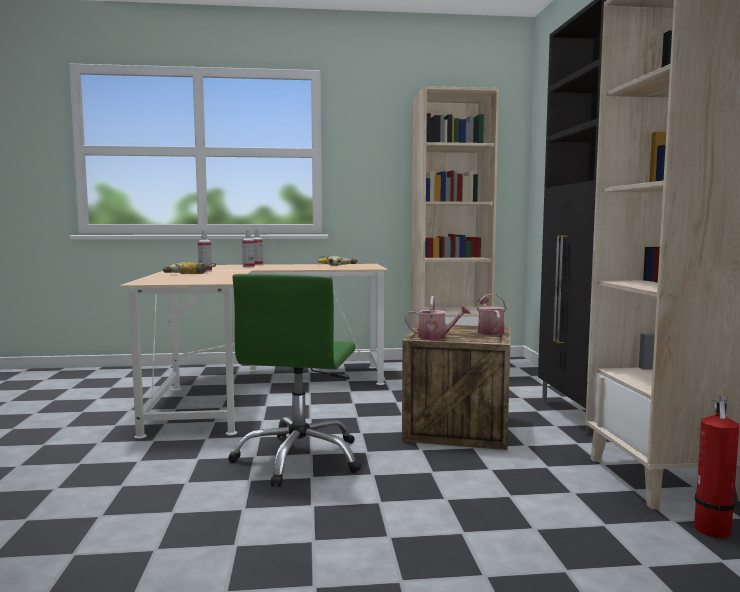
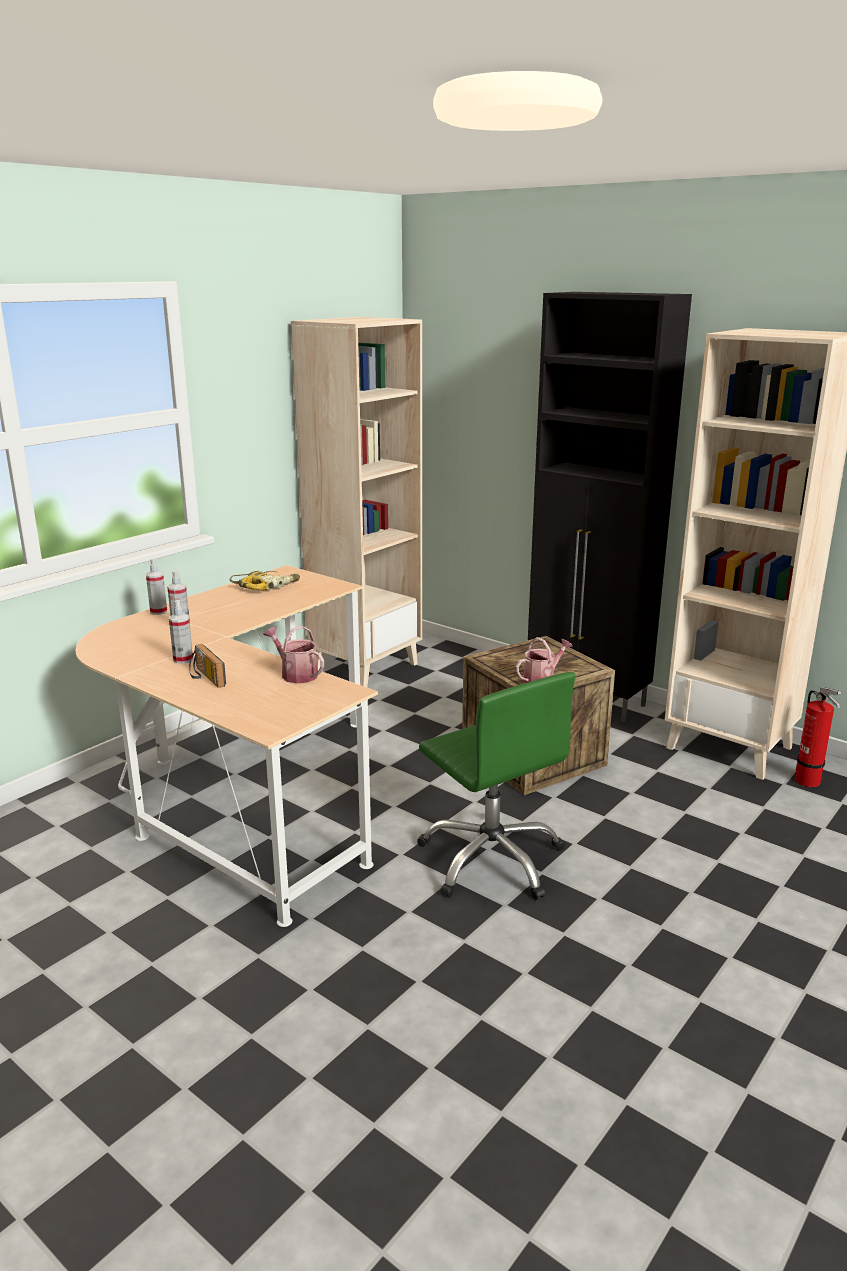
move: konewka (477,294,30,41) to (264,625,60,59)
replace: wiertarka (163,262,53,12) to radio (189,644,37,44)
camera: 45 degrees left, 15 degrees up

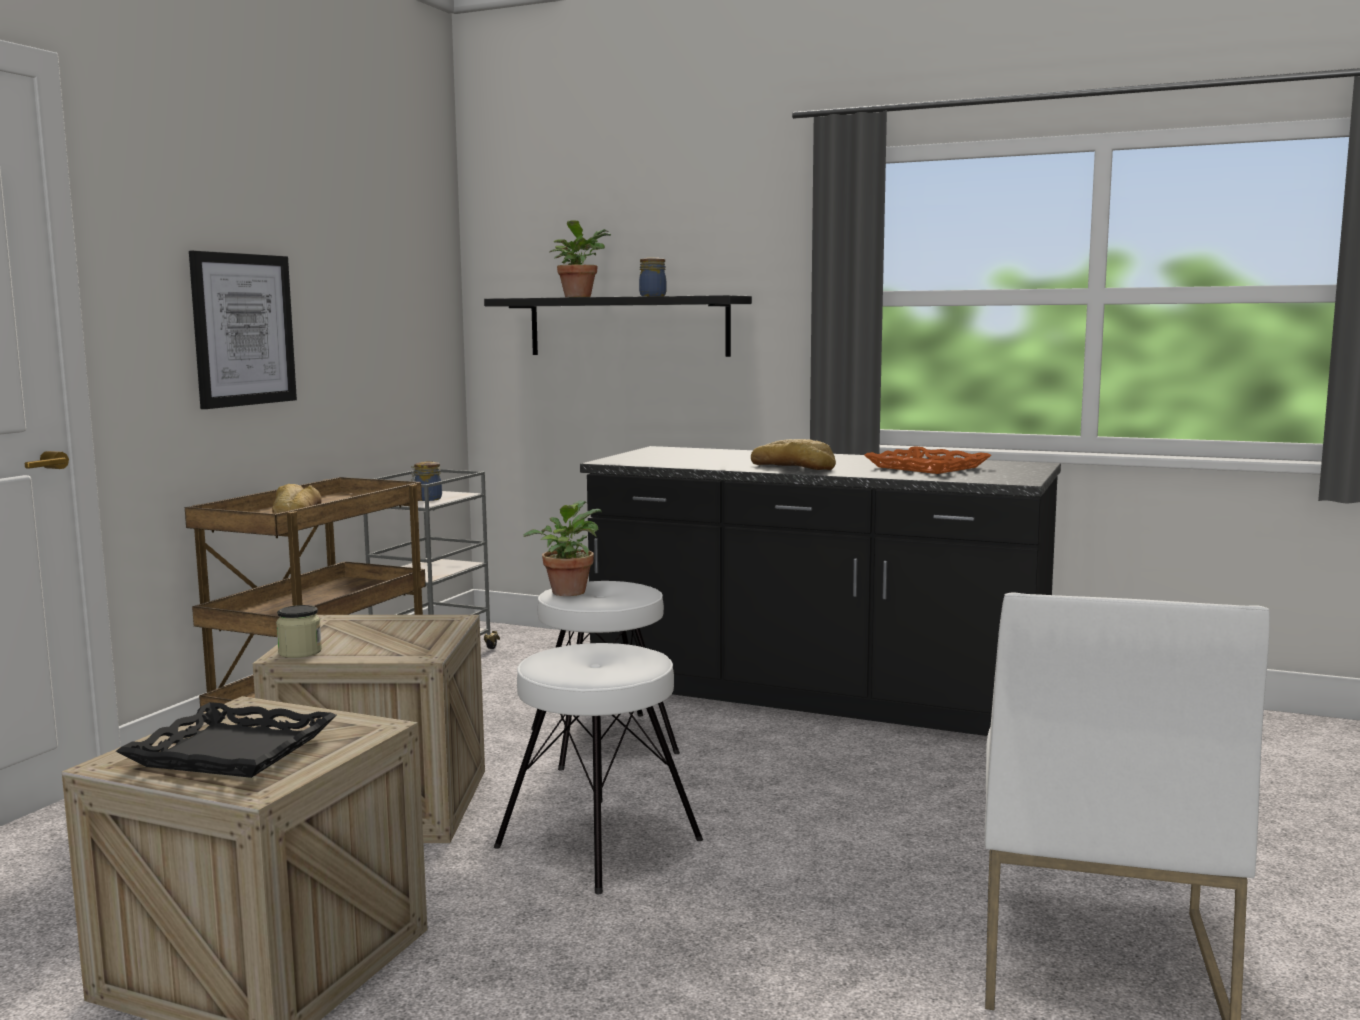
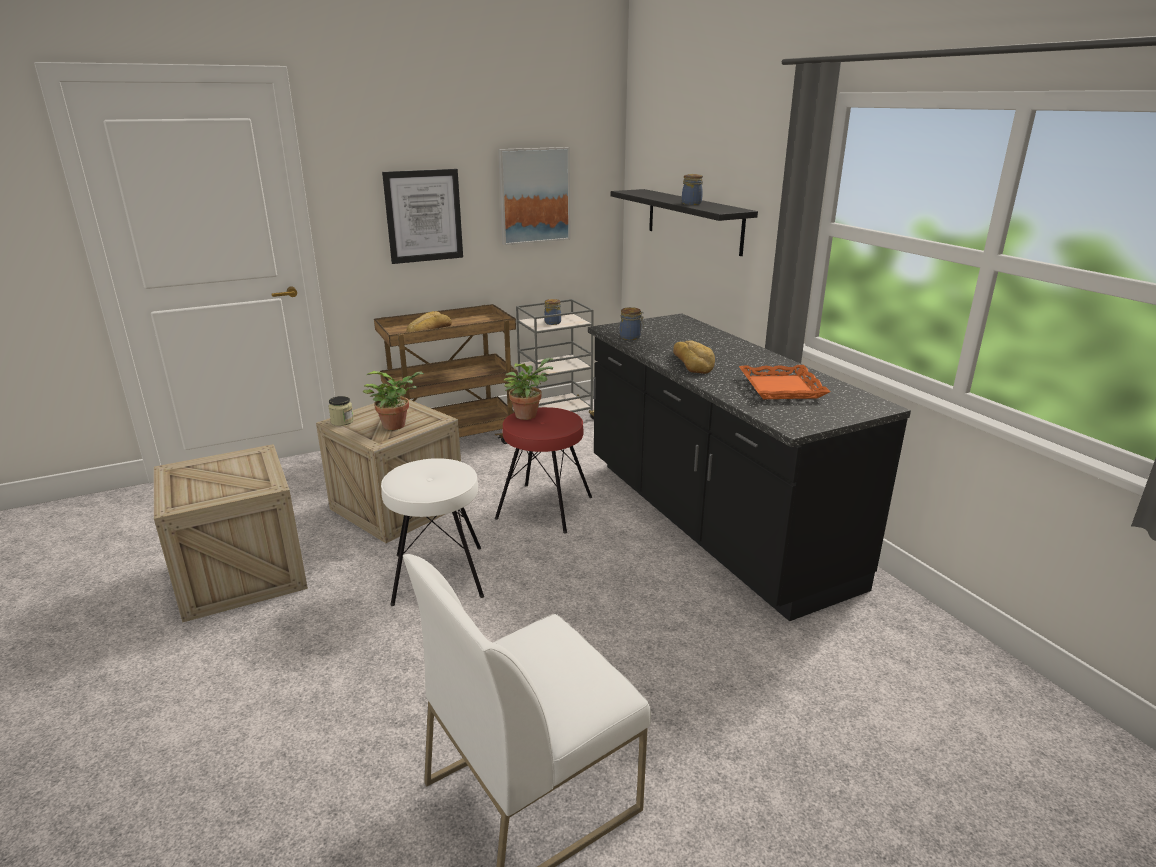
delete: taca/czarny (116,702,221,76)
insert: obraz (498,147,72,98); słoik (620,307,24,33)
move: roślina doniczkowa (549,221,62,76) to (363,371,61,59)
recolor: stołek/biały (531,581,149,190) to stołek/czerwony (495,407,97,127)
camera: 40 degrees right, 15 degrees up

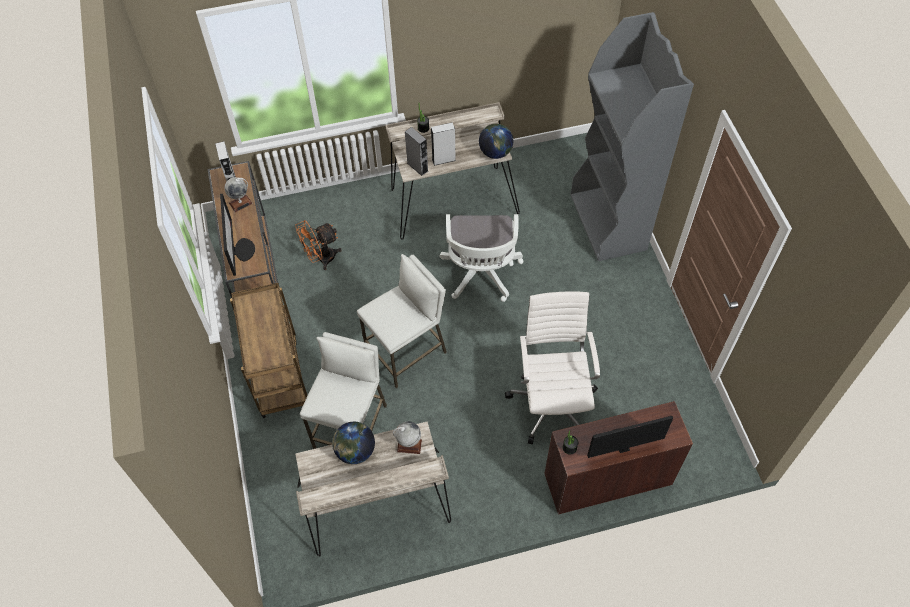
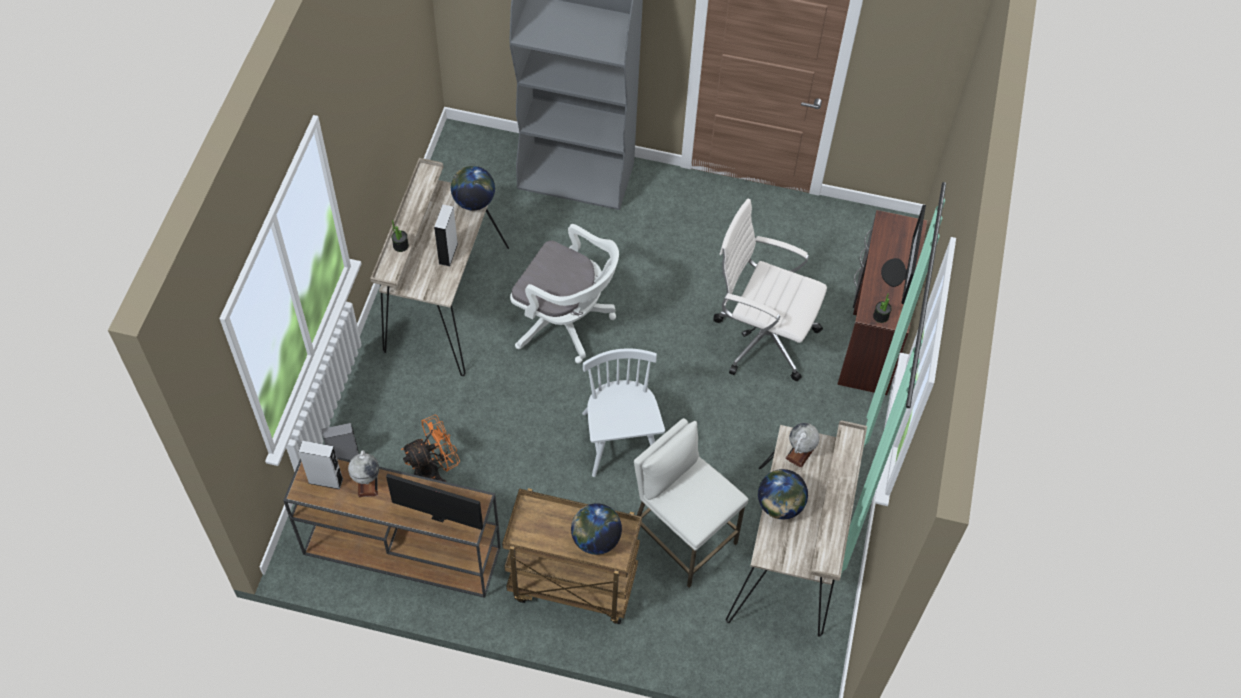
insert: globus (571,503,51,52)
move: głośnik/szary (405,127,23,49) to (322,423,37,37)
replace: stołek/biały (357,254,90,134) to krzesło/biały (582,348,83,129)
rotate: wentylator/pomarańczowy (295,220,47,50) = (401,415,59,67) 120 degrees counterclockwise
camera: 65 degrees left, 0 degrees up

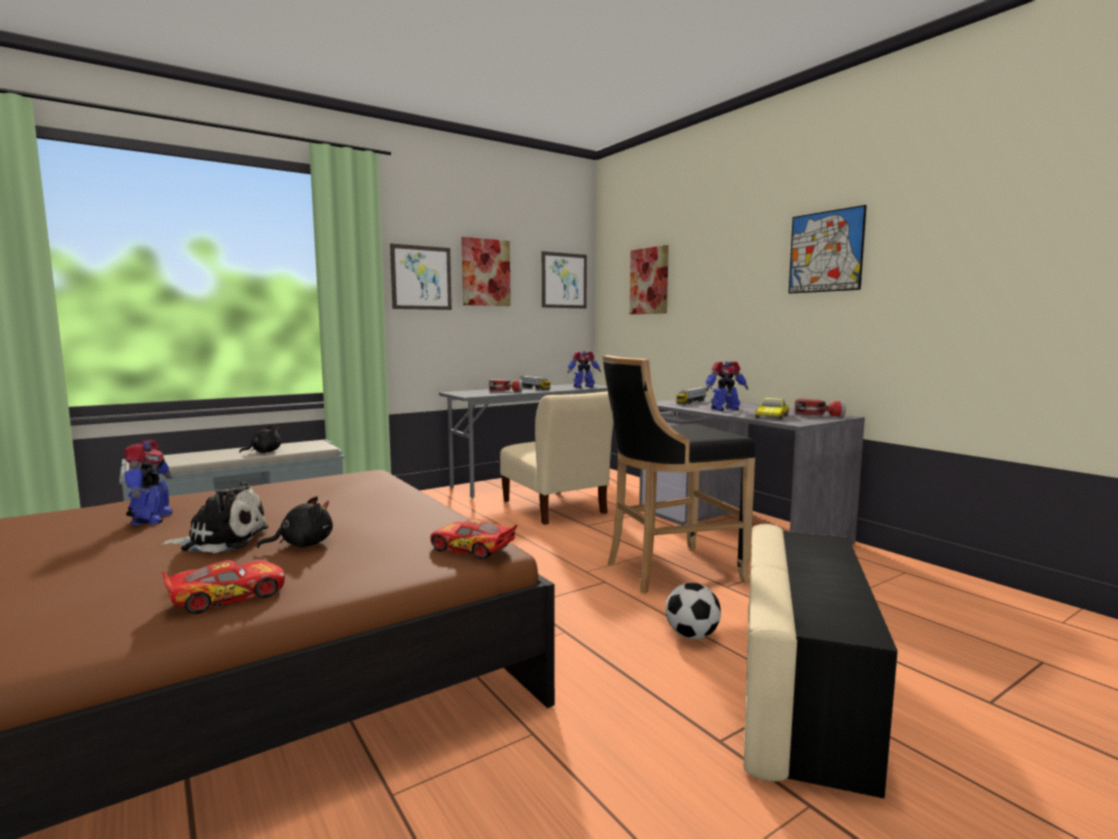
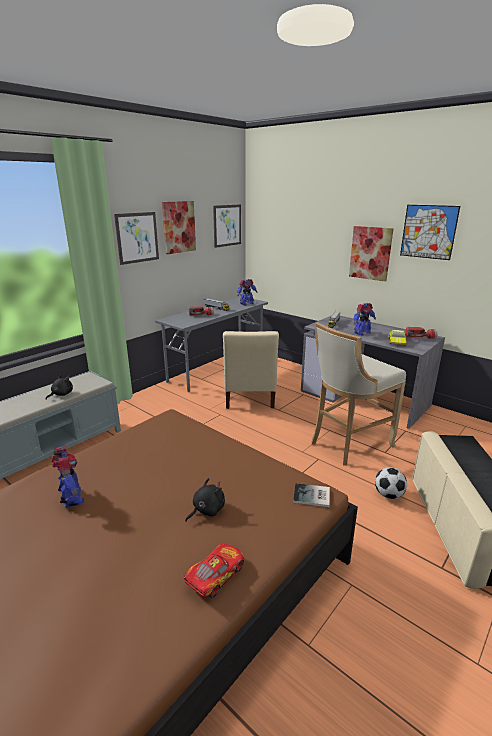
delete: pluszak (161,482,108,71)
move: obraz (630,245,39,69) to (349,226,45,55)
replace: samochodzik (430,519,87,41) to książka (293,483,37,24)
recolor: stołek/czarny (602,355,153,239) to stołek/beżowy (311,322,95,144)
rotate: krzesło/beżowy (500,391,114,134) = (223,331,56,78) 45 degrees clockwise
camera: 15 degrees left, 15 degrees up

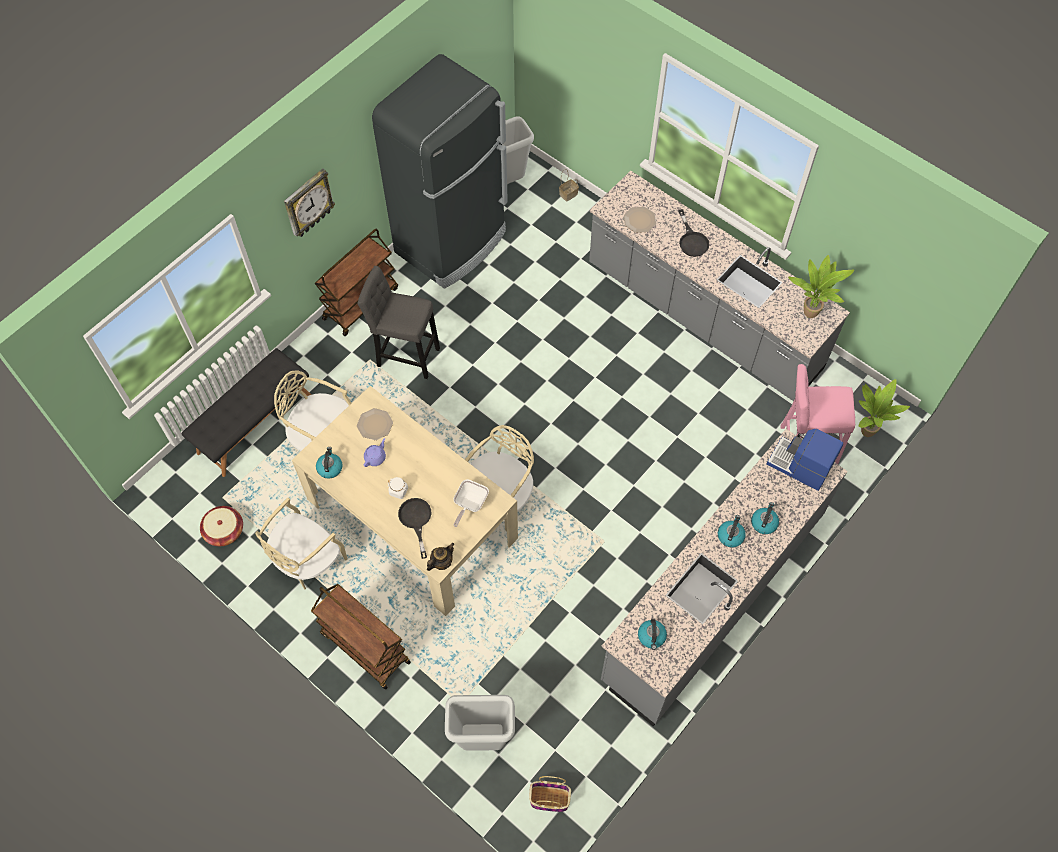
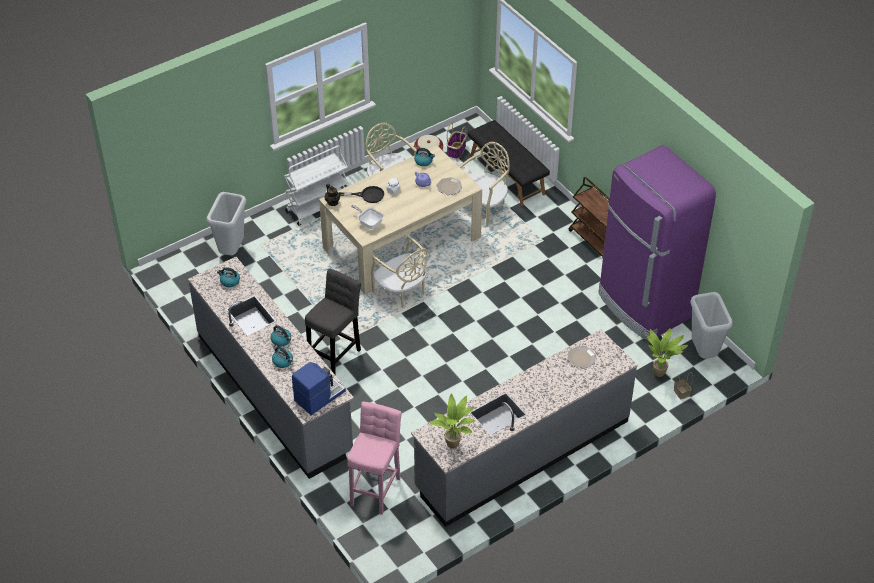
delete: zegar ścienny (284,168,51,69); patelnia/czarny (678,209,31,48)
move: stołek/szary (357,266,83,113) to (305,269,56,106); koszyk (529,776,42,36) to (447,123,20,36); roślina doniczkowa (859,379,51,58) to (646,328,42,49)
recolor: wózek/brązowy (311,584,100,106) to wózek/biały (284,145,65,80); lodówka/czarny (372,54,136,235) to lodówka/fioletowy (598,145,118,196)
camera: 105 degrees right, 15 degrees down

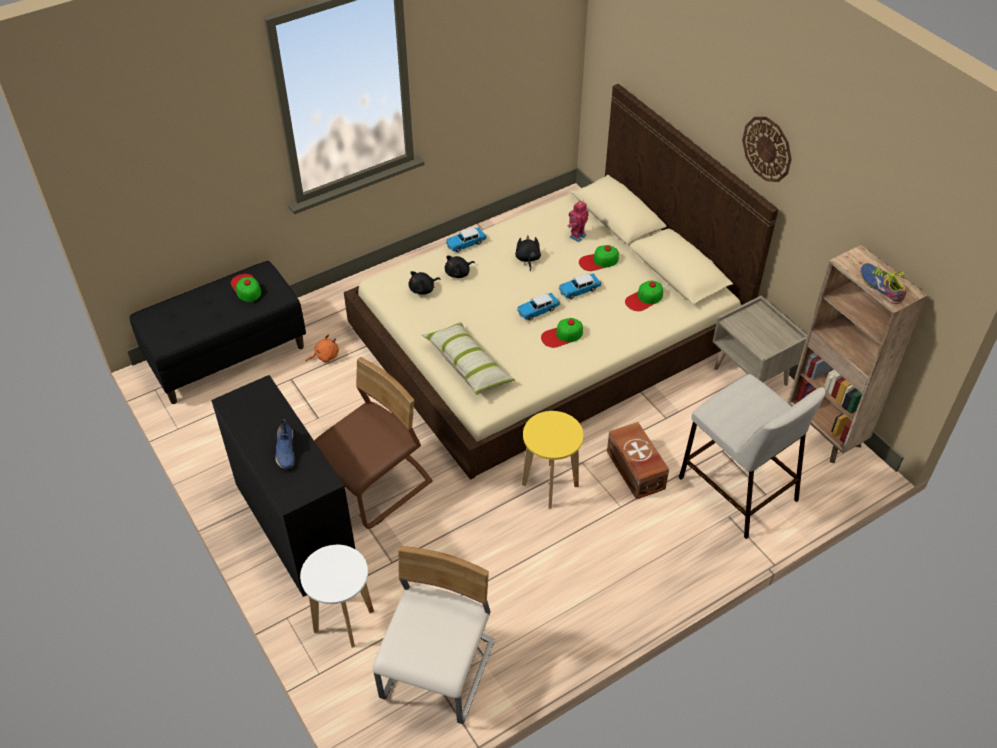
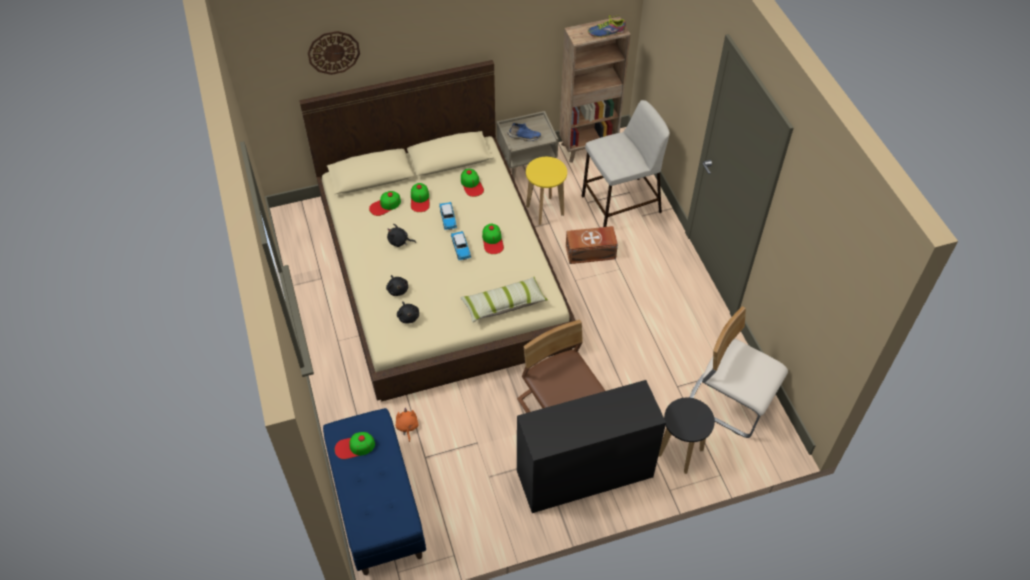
delete: samochodzik (446,227,41,25)
move: zegar ścienny (742,117,50,65) to (307,31,53,44); but/niebieski (275,419,20,50) to (508,123,33,18); stołek/żółty (522,411,62,97) to (526,157,41,68)
replace: robot zabawkowy (567,200,22,42) to czapka z daszkiem (369,191,32,25)
recolor: ławka/czarny (130,261,176,143) to ławka/niebieski (323,408,103,167); stołek/biały (300,545,74,103) to stołek/czarny (658,398,57,76)
camera: 75 degrees left, 5 degrees up

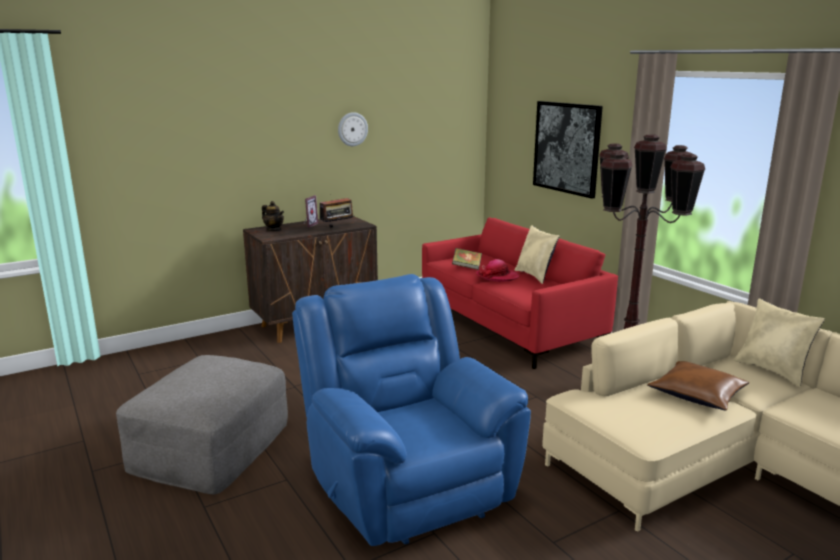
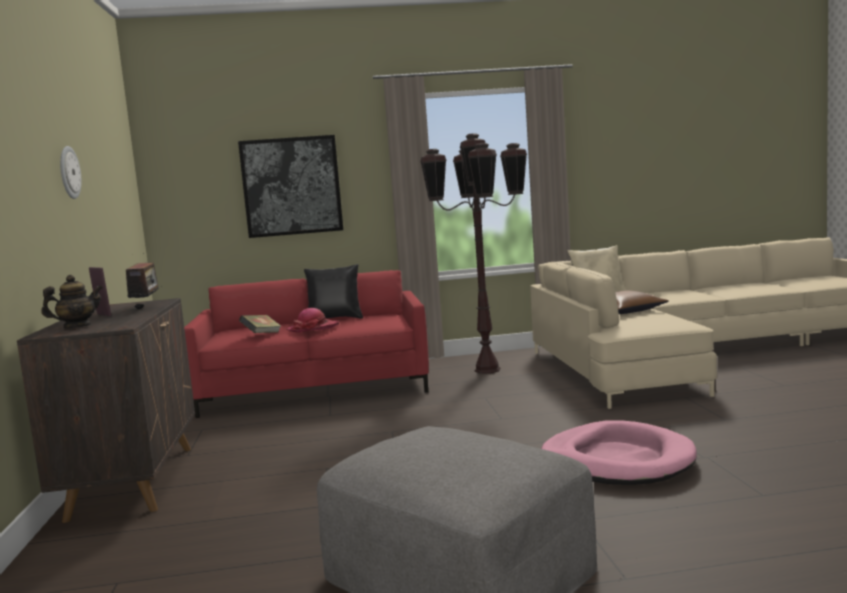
replace: fotel/niebieski (292,274,239,272) to legowisko/różowy (541,420,156,65)
recolor: poduszka/beżowy (515,225,45,59) to poduszka/czarny (304,264,59,55)
camera: 65 degrees left, 10 degrees down

